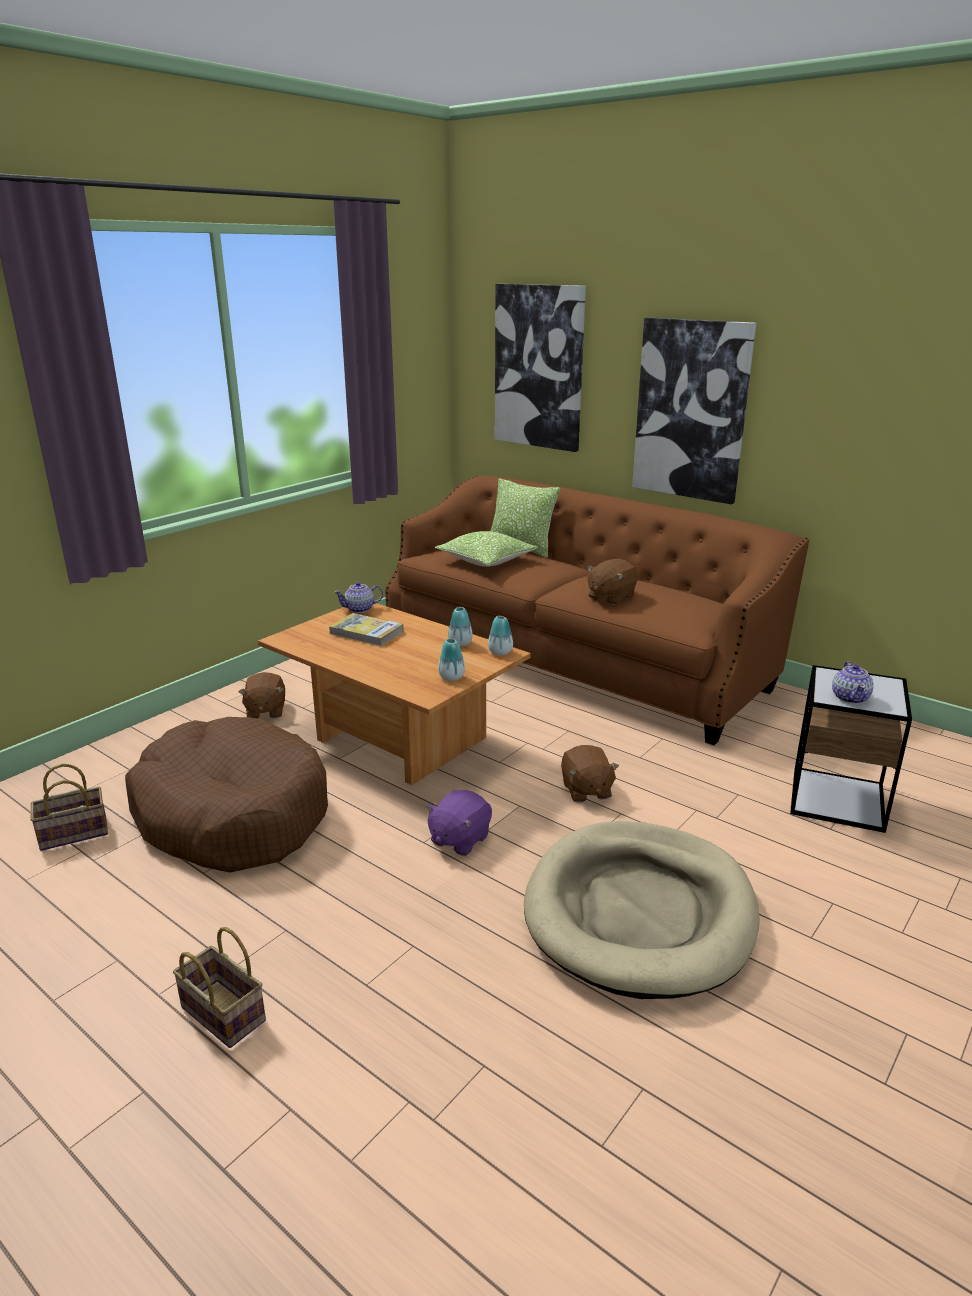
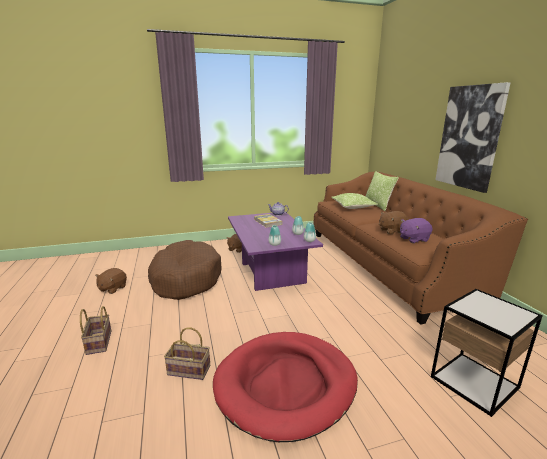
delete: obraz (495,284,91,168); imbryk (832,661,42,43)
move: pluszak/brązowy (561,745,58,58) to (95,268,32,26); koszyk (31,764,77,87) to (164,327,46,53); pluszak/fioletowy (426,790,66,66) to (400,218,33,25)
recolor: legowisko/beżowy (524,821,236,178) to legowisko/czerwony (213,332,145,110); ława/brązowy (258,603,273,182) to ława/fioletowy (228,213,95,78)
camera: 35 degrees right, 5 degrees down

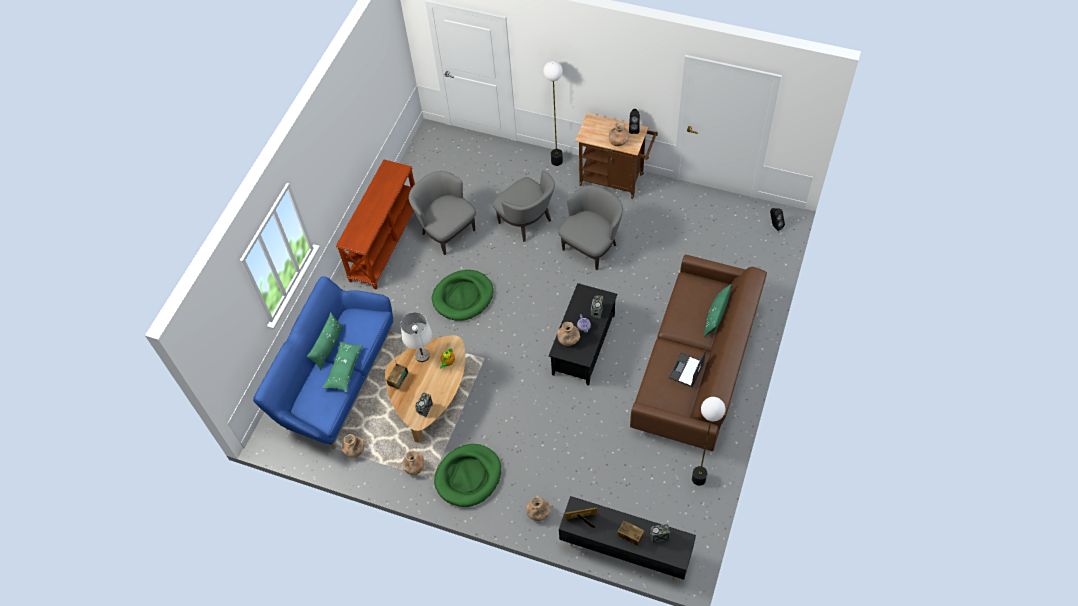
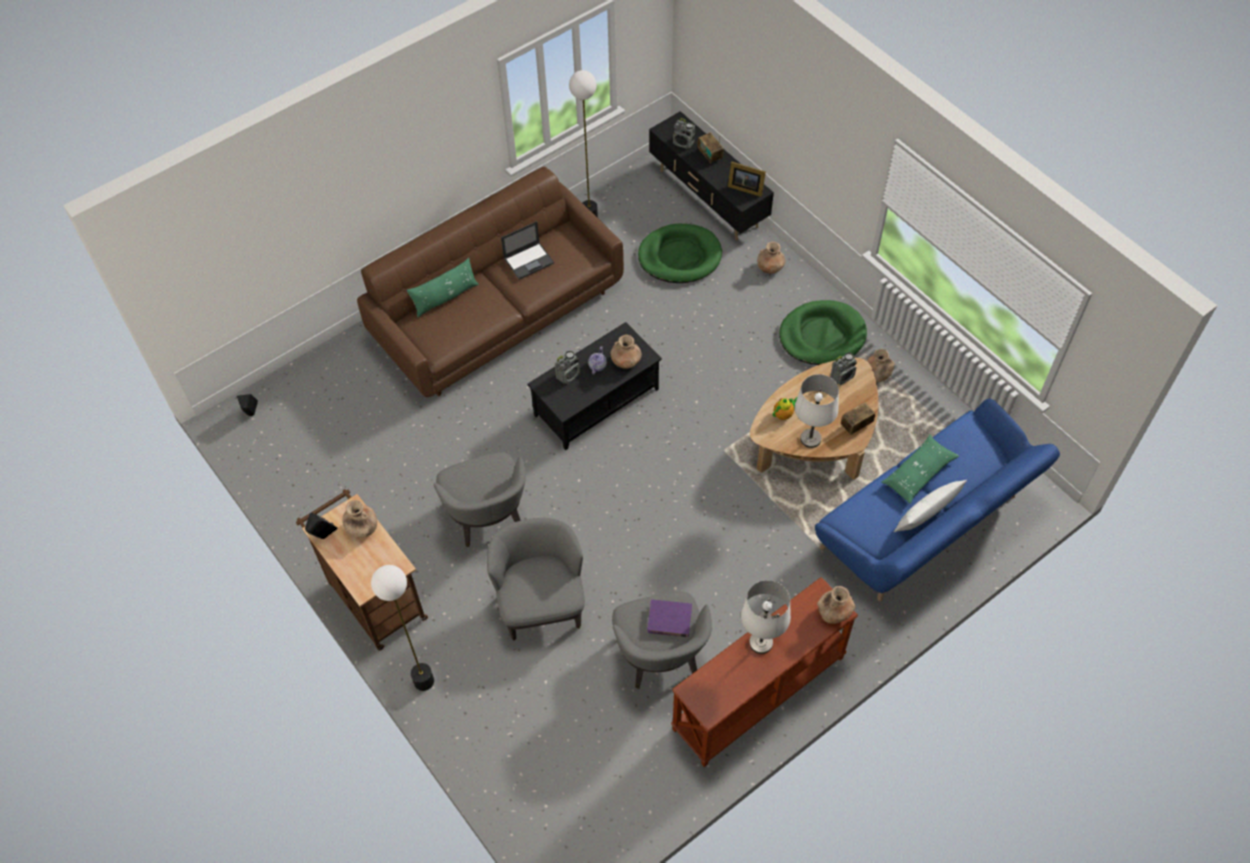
insert: książka/fioletowy (647,599,45,38); lampa stołowa/biały (741,580,50,74)
move: legowisko/zielony (432,270,62,51) to (638,224,84,59); wazon/brązowy (342,434,23,24) to (817,586,38,38)
recolor: poduszka/zielony (307,312,37,59) to poduszka/biały (894,480,73,52)
rotate: fotel/szary (558,185,65,85) = (434,452,92,95) 90 degrees counterclockwise
camera: 150 degrees left, 0 degrees up

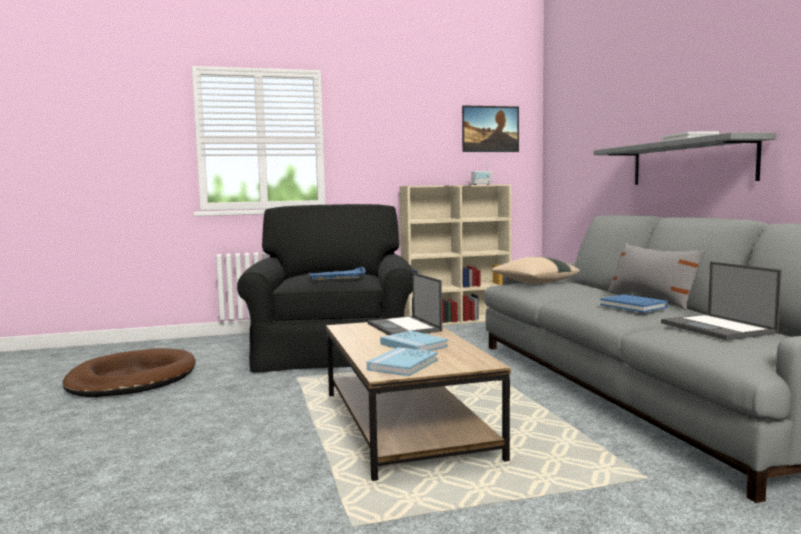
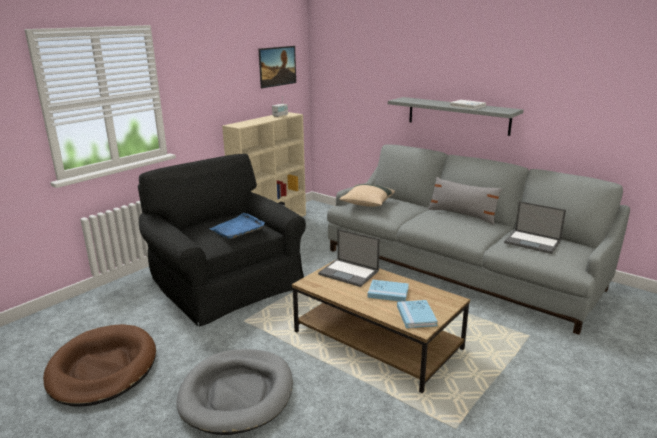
delete: książka/niebieski (600,294,68,19)
insert: legowisko/szary (176,349,117,86)
camera: 35 degrees left, 15 degrees up

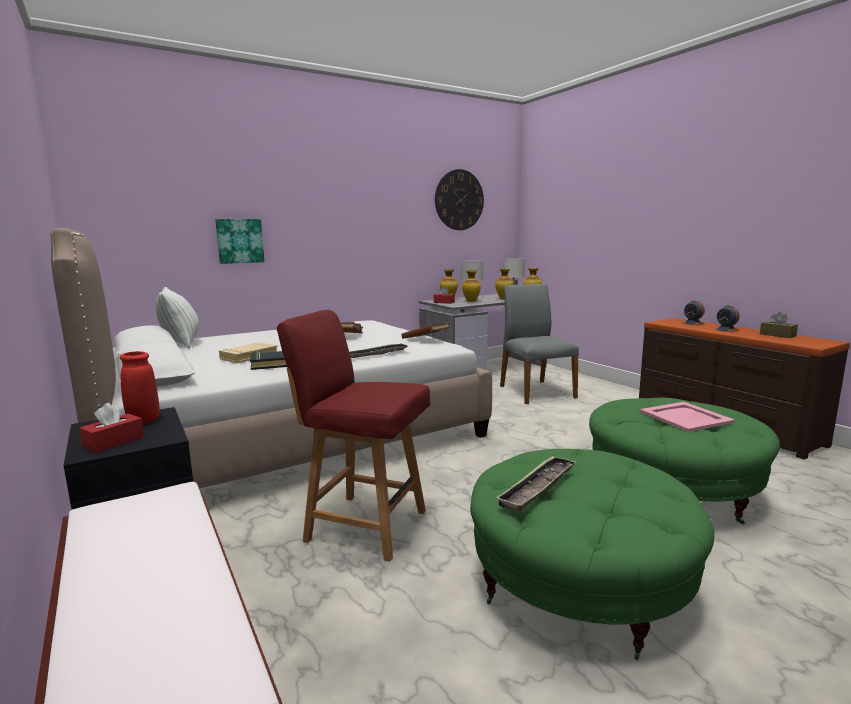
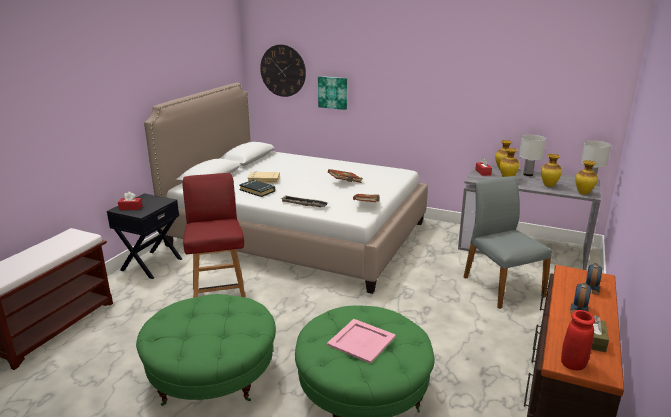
delete: poduszka (156,287,43,62); taca (495,456,81,56)
move: zegar ścienny (435,169,49,61) to (260,44,46,53); wazon/czerwony (120,351,39,73) to (561,310,34,60)
rotate: krzesło/szary (500,283,79,121) = (464,176,88,133) 60 degrees counterclockwise
camera: 55 degrees right, 10 degrees up

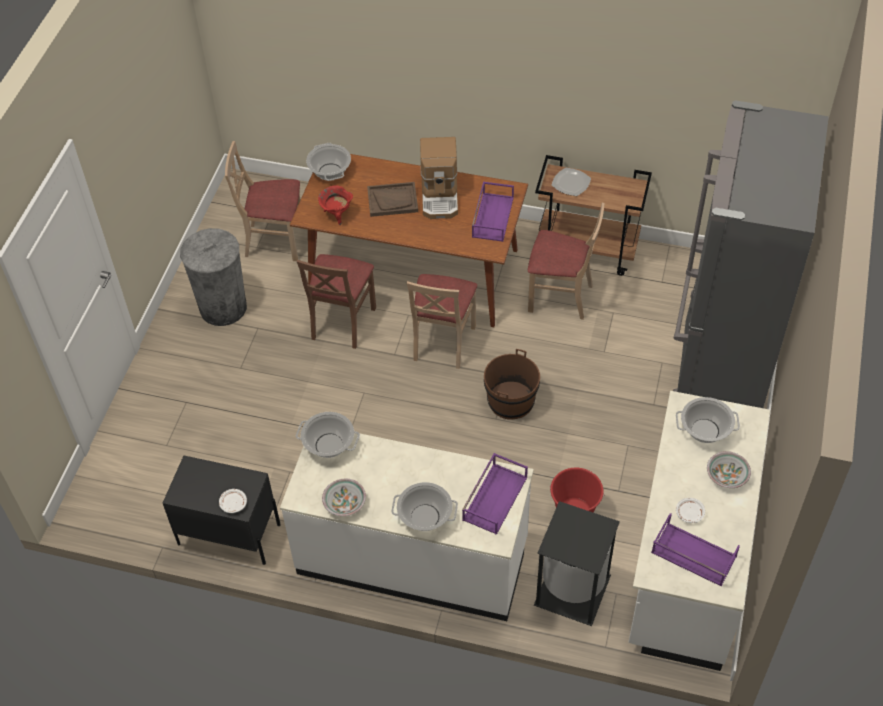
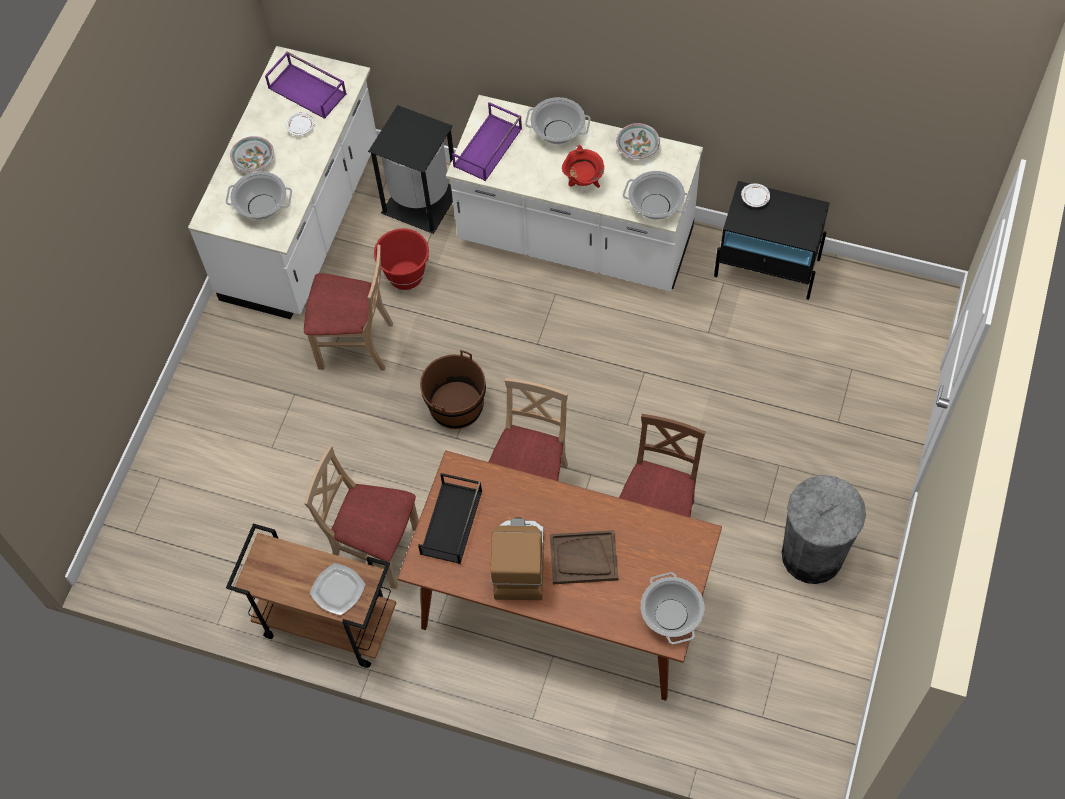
delete: lodówka/szary (673,100,156,308)
move: krzesło/beżowy (225,141,75,120) to (304,245,89,126); garnek/czerwony (318,186,35,39) to (562,145,42,43)
recolor: taca/fioletowy (472,181,42,61) to taca/czarny (418,473,64,91)
camera: 175 degrees left, 10 degrees up

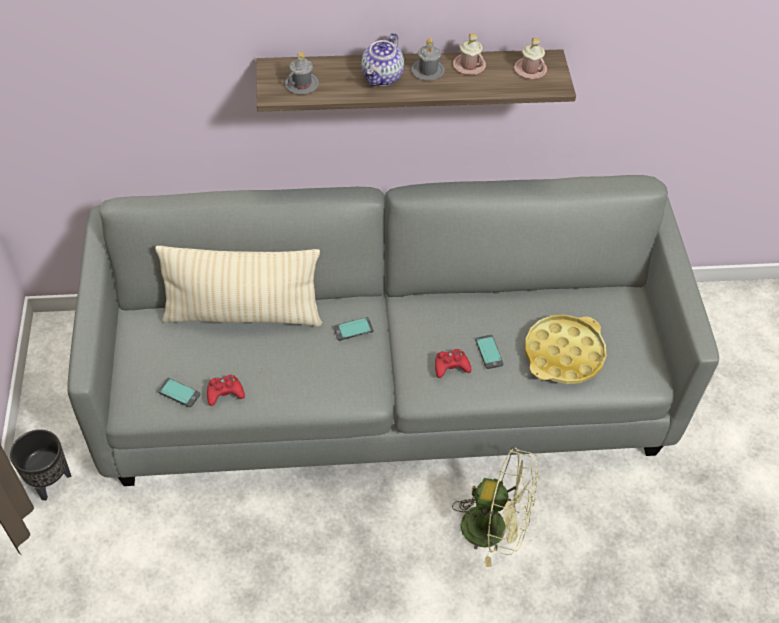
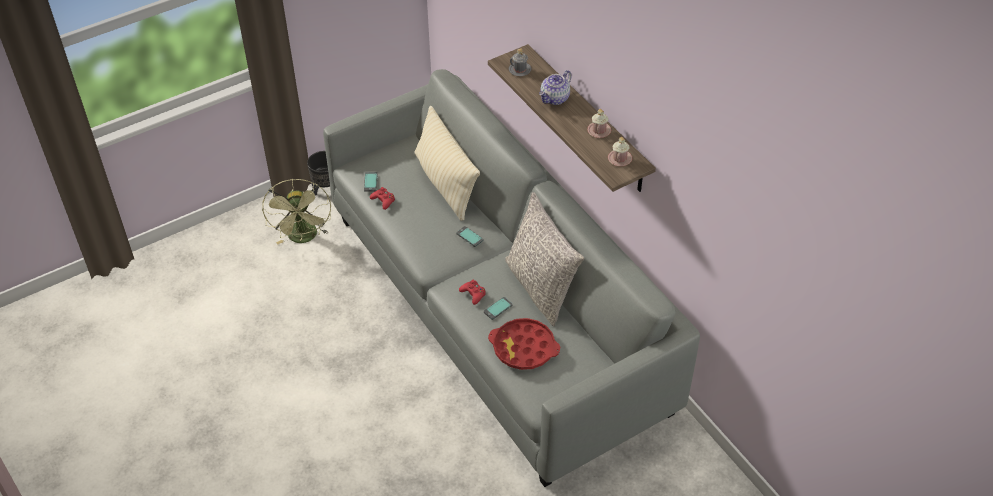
delete: kubek/szary (411,38,34,43)
insert: poduszka/szary (505,192,79,134)
move: wentylator/zielony (452,447,86,120) to (262,179,69,66)
recolor: taca/żółty (525,315,81,69) to taca/czerwony (488,318,72,52)
rotate: imbryk (361,33,43,53) = (539,70,33,35) 45 degrees counterclockwise
camera: 65 degrees right, 5 degrees down

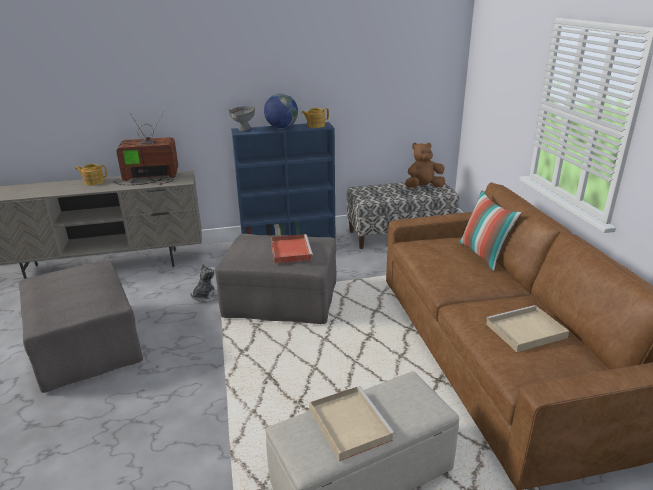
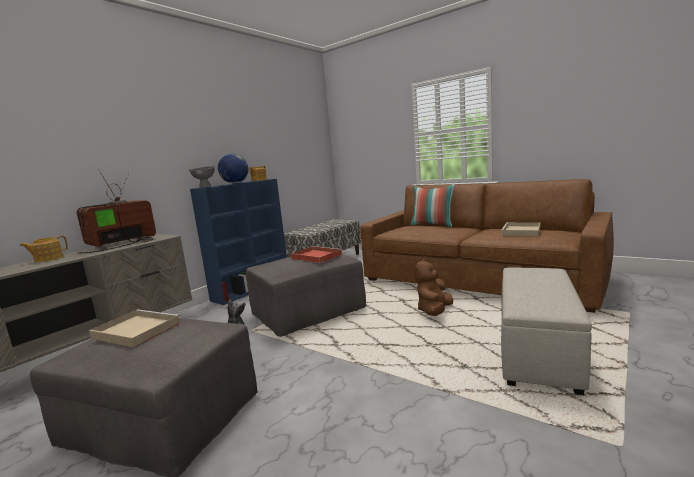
move: taca/beżowy (309,386,86,75) to (89,309,91,38); pluszak/brązowy (405,143,40,45) to (414,259,39,57)
camera: 40 degrees left, 15 degrees down

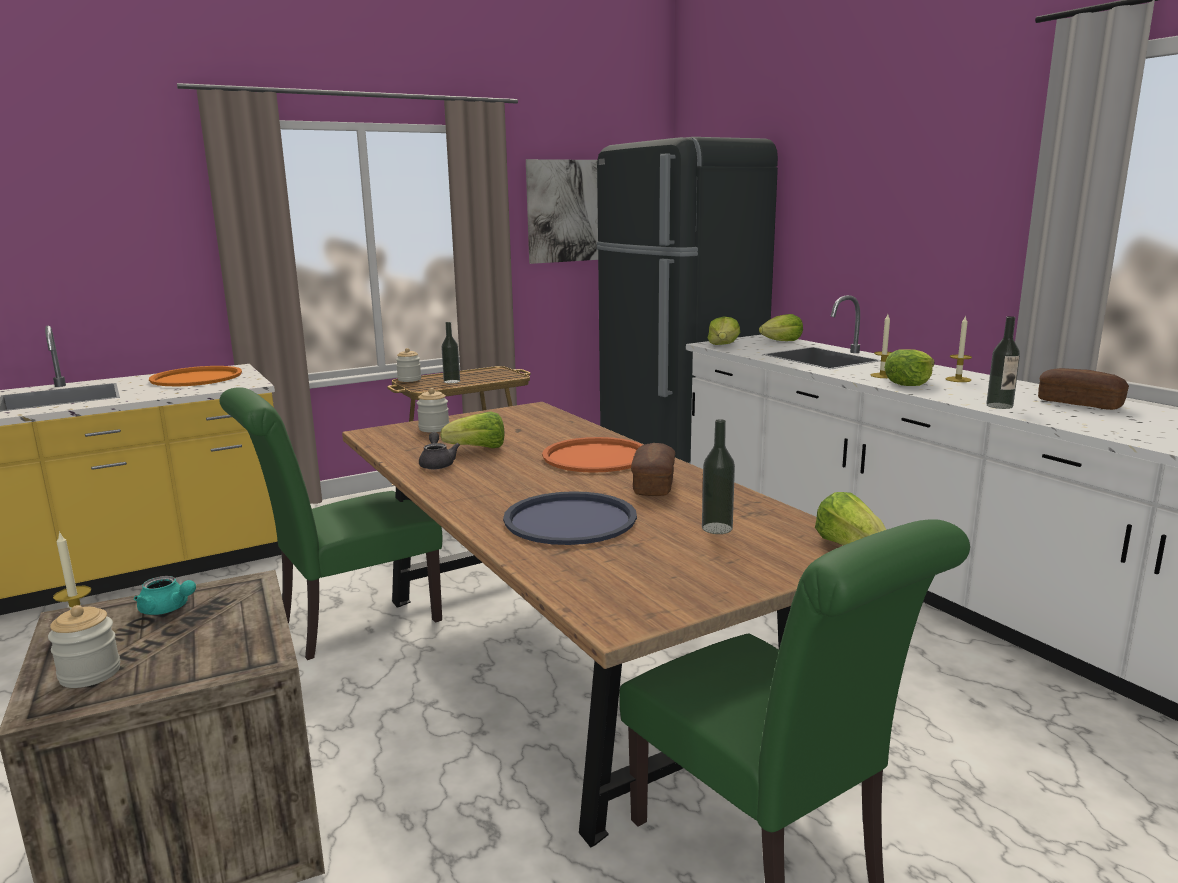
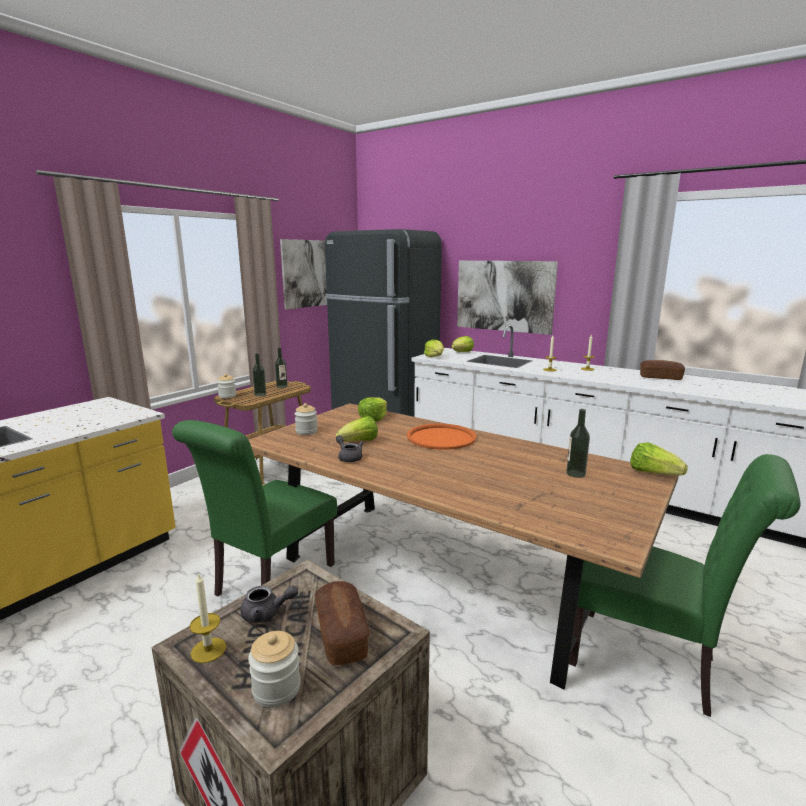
delete: taca/pomarańczowy (149,366,93,21); taca/niebieski (503,491,134,54)
insert: obraz (457,261,101,74)
move: butelka (986,316,34,93) to (275,348,13,40); chleb (631,443,44,53) to (314,581,55,84); sałata (884,349,50,37) to (358,397,29,24)
recolor: imbryk/turkusowy (134,576,62,39) to imbryk/szary (240,586,58,37)
camera: 25 degrees left, 0 degrees up

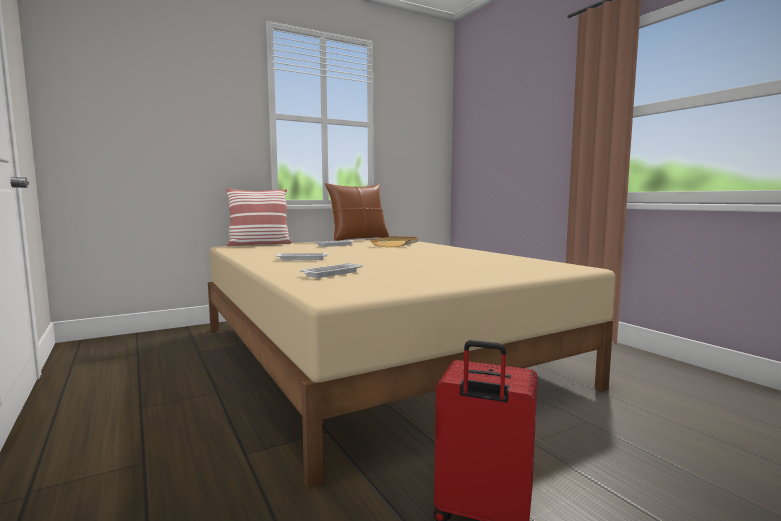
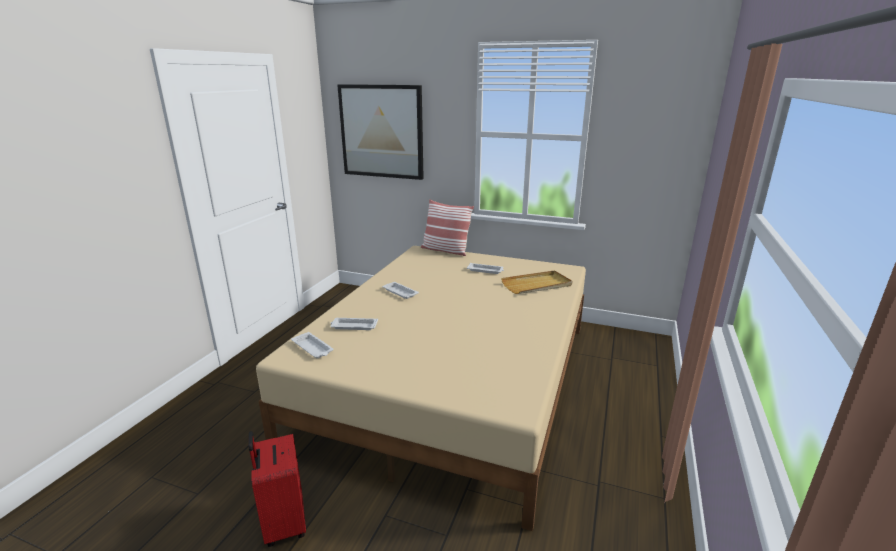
delete: poduszka/brązowy (325,183,64,58)
insert: taca/biały (291,332,43,26); obraz (337,84,87,96)
camera: 50 degrees right, 15 degrees up

